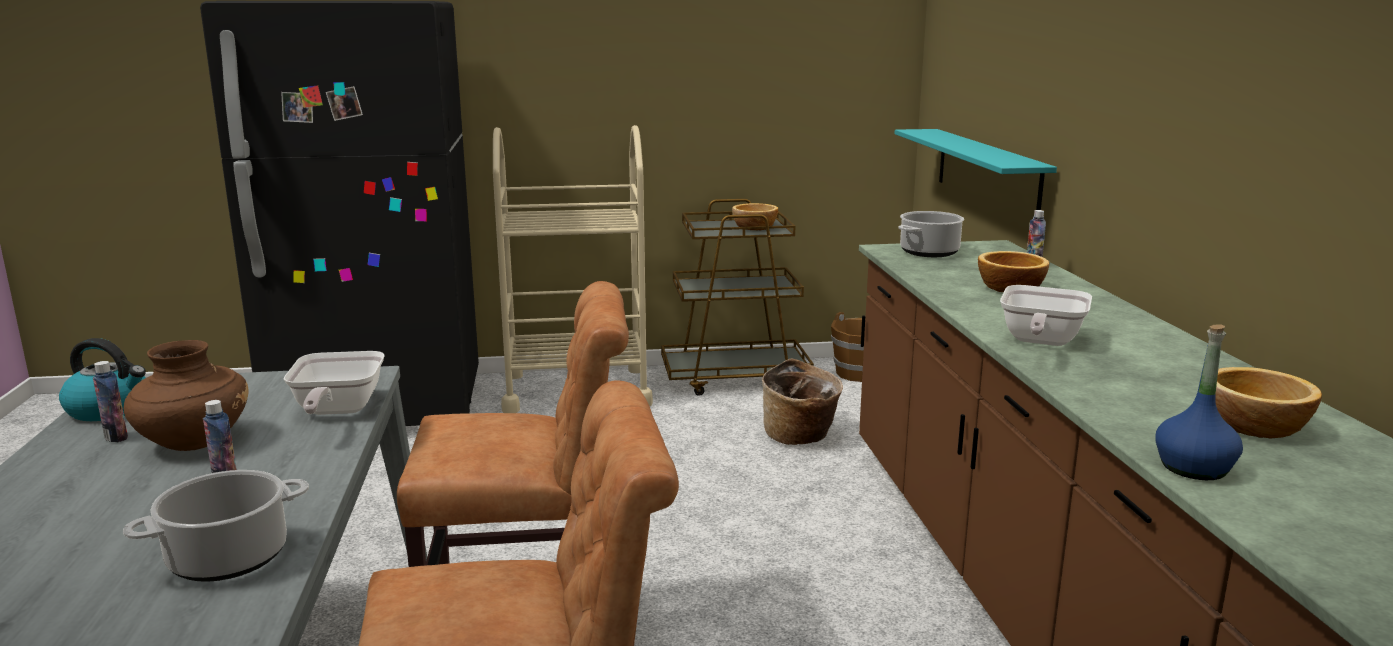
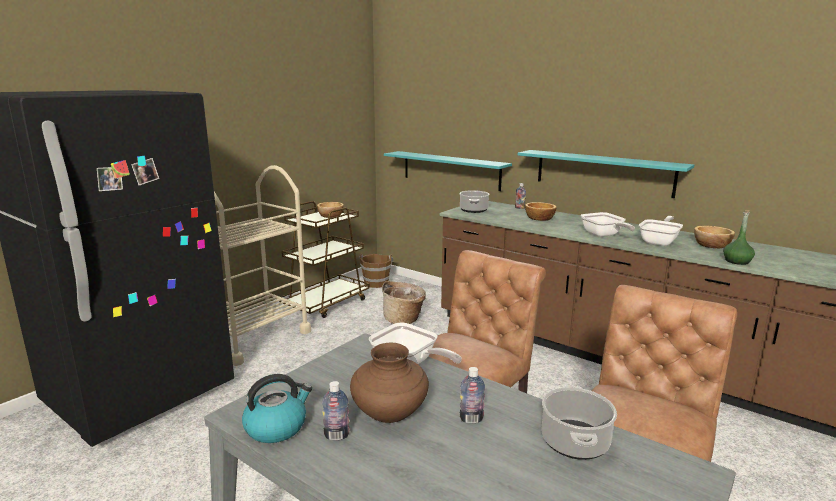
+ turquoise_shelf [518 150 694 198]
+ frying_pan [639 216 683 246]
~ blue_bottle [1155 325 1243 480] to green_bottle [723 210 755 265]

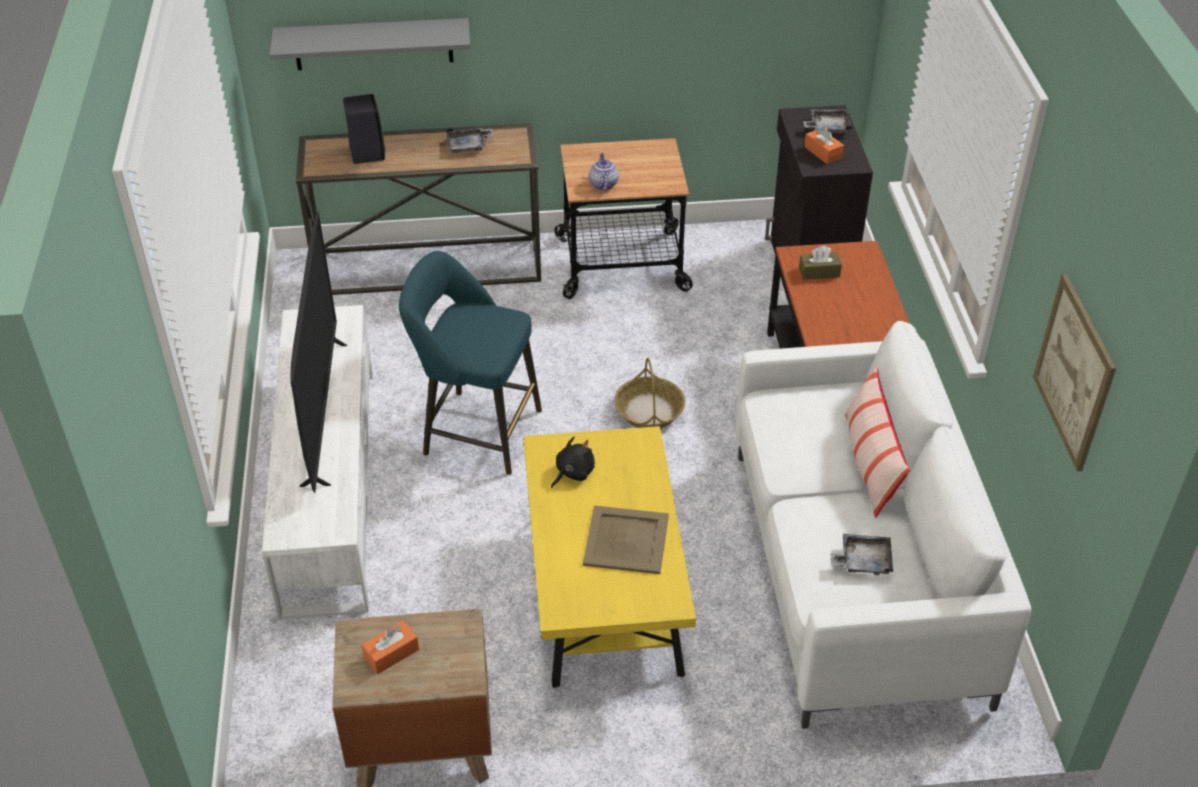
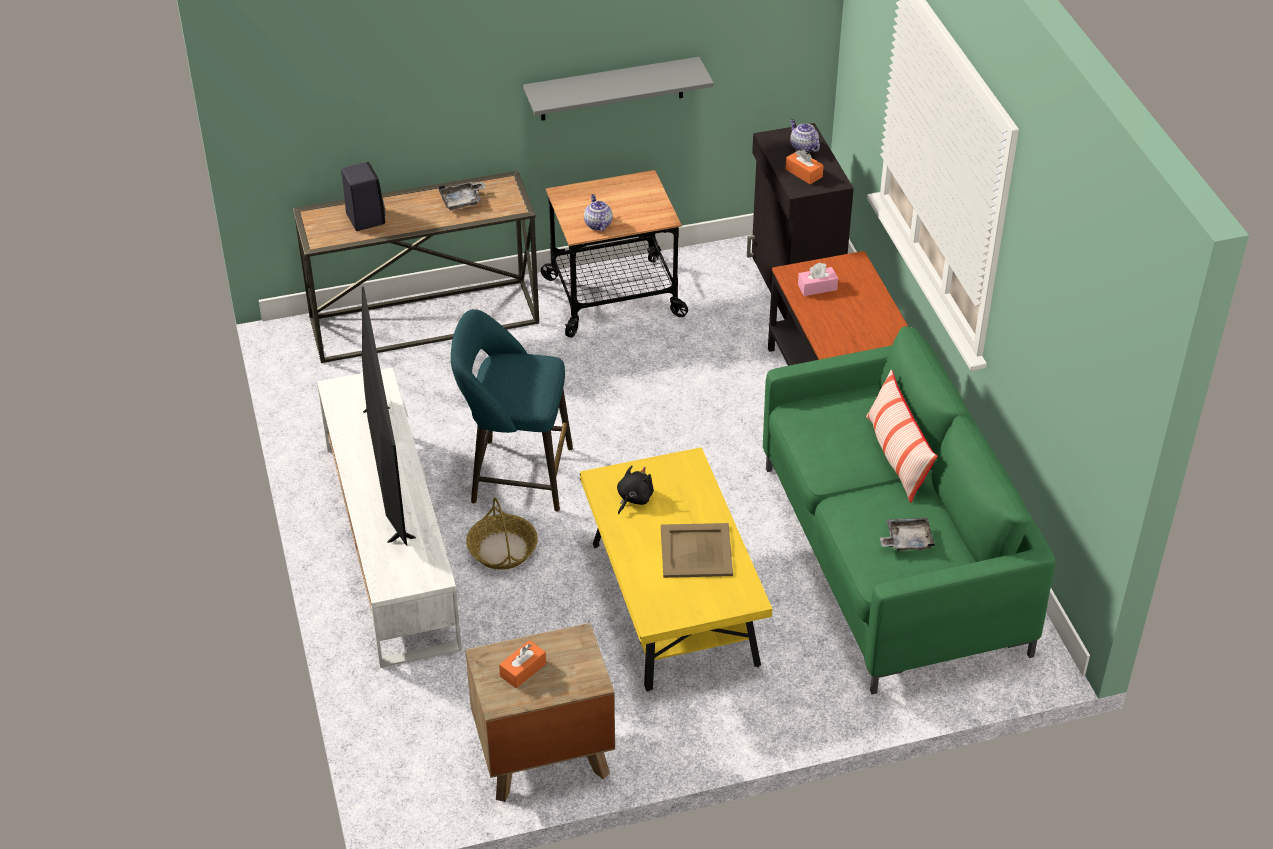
~ basket [614 358 685 428] to [466 498 538 570]
~ grey_shelf [270 18 470 70] to [523 57 714 121]
~ white_sofa [736 321 1031 729] to green_sofa [763 326 1056 694]
~ grey_tray [803 109 852 133] to teapot [790 119 820 153]
~ brown_tissue_box [799 246 842 280] to pink_tissue_box [798 263 838 296]
- picture [1033 274 1116 471]

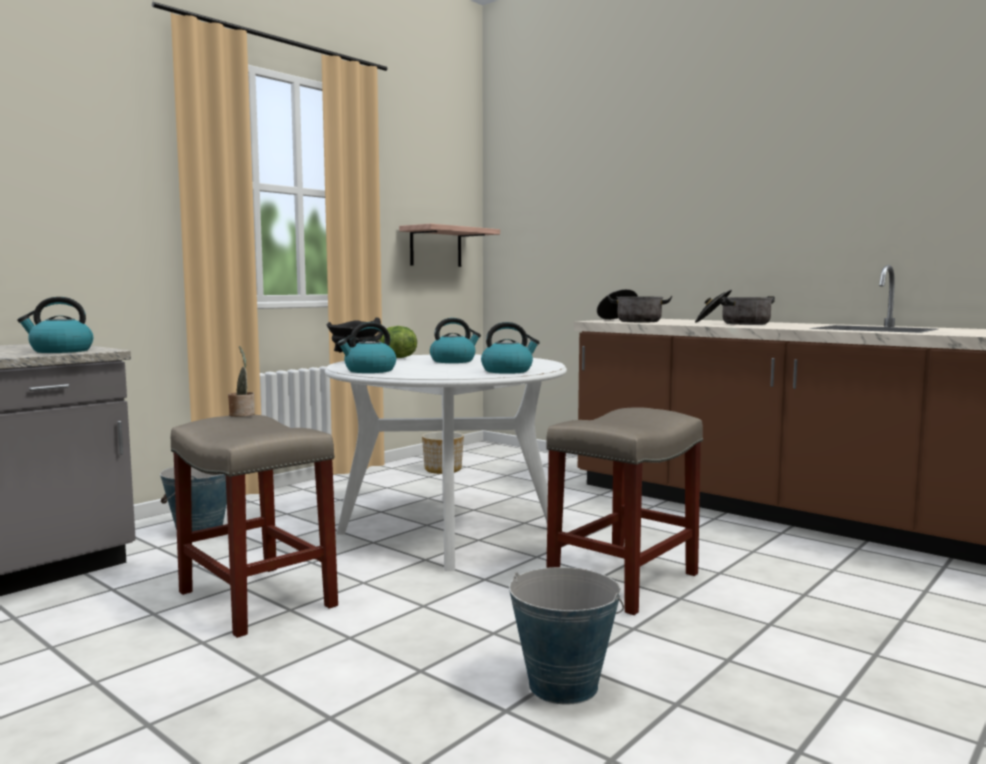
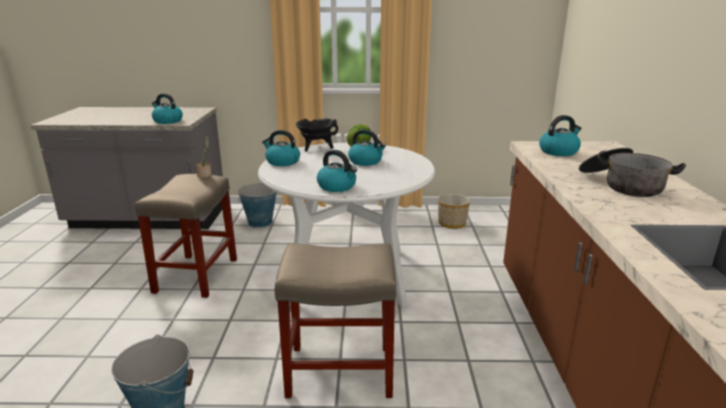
~ cooking_pot [597 289 673 322] to kettle [539 115 581 156]
- shelf [399 224 500 267]

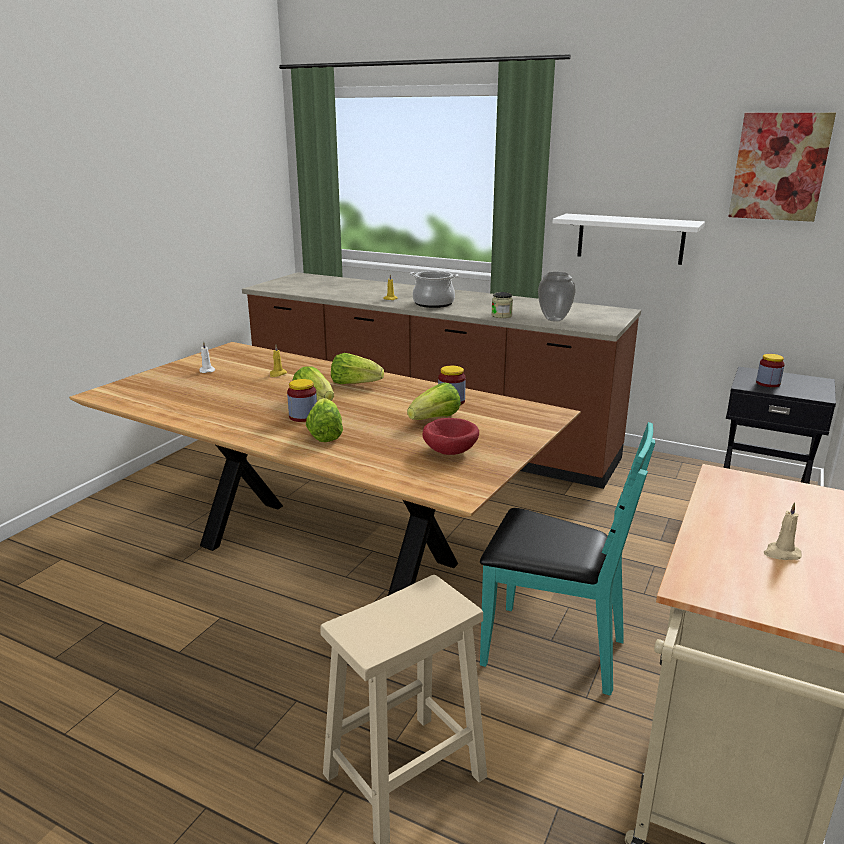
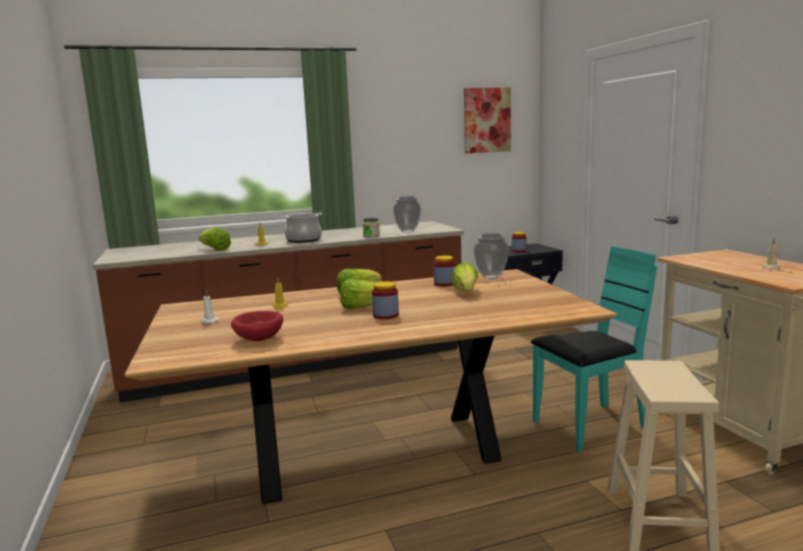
~ lettuce [306 398 343 442] to [198 227 231 250]
~ red_bowl [423 418 479 455] to [231 311 283 341]
+ vase [474 233 509 279]
- white_shelf [552 214 705 265]

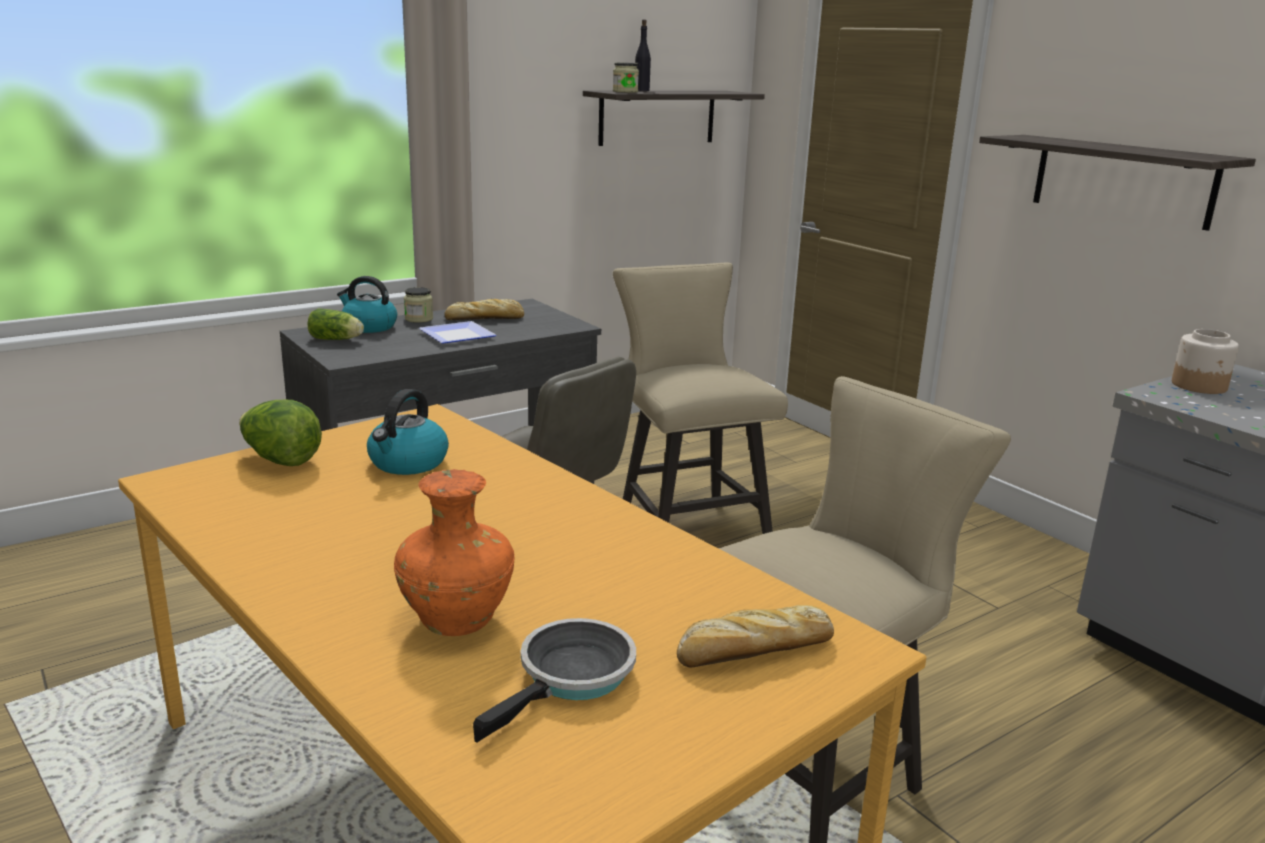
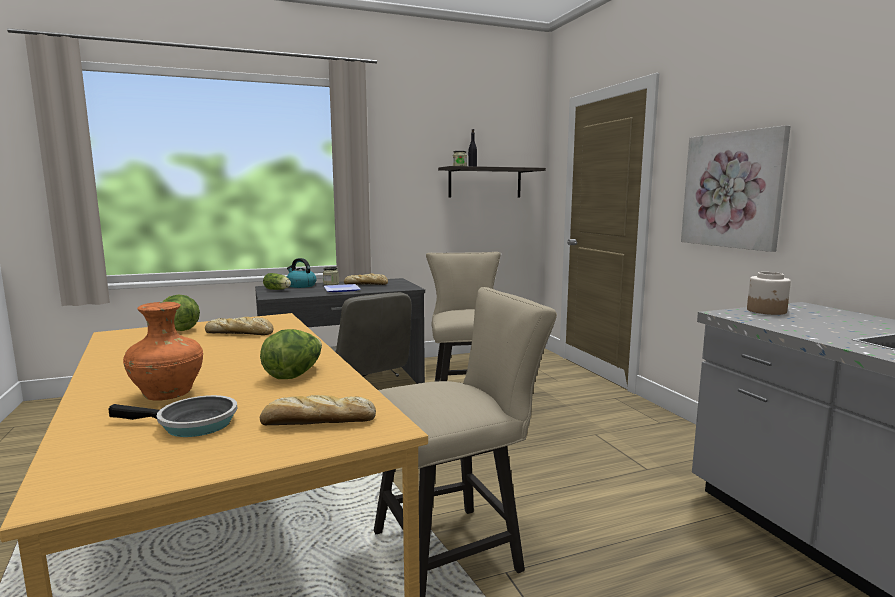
~ frying_pan [473 618 636 742] = [108 395 237 437] 45 degrees clockwise
~ kettle [367 389 449 475] to bread [205 317 274 335]
+ lettuce [260 329 322 379]
~ shelf [979 135 1256 231] to picture [681 125 791 252]

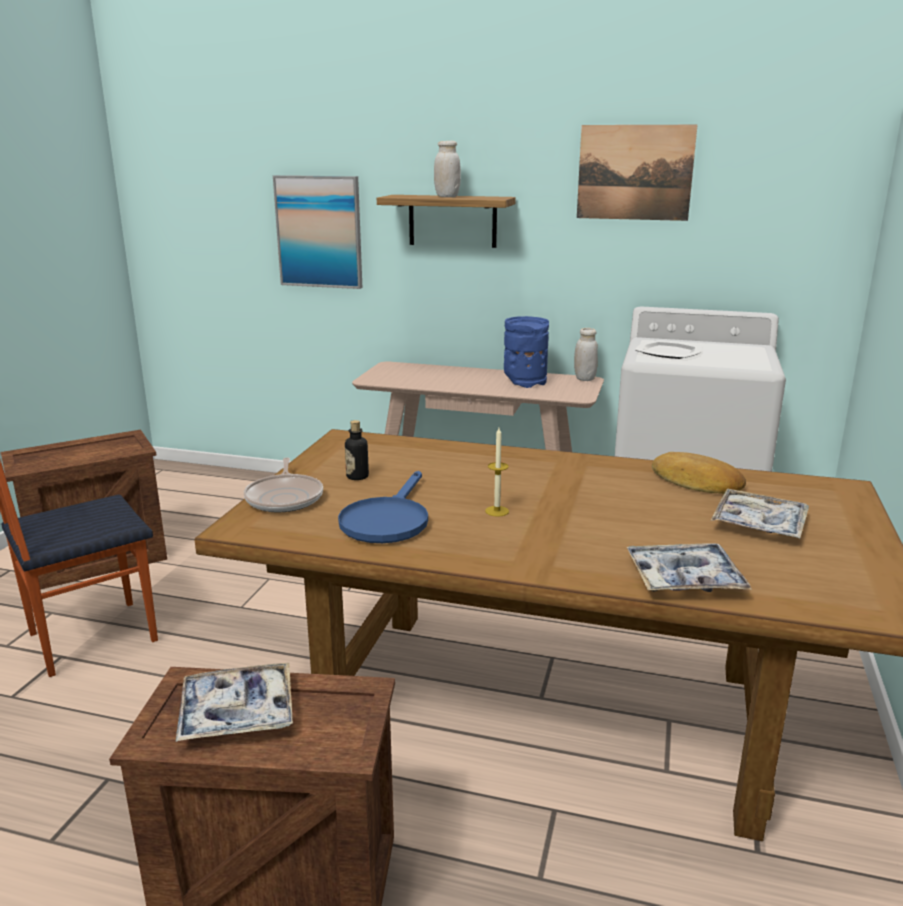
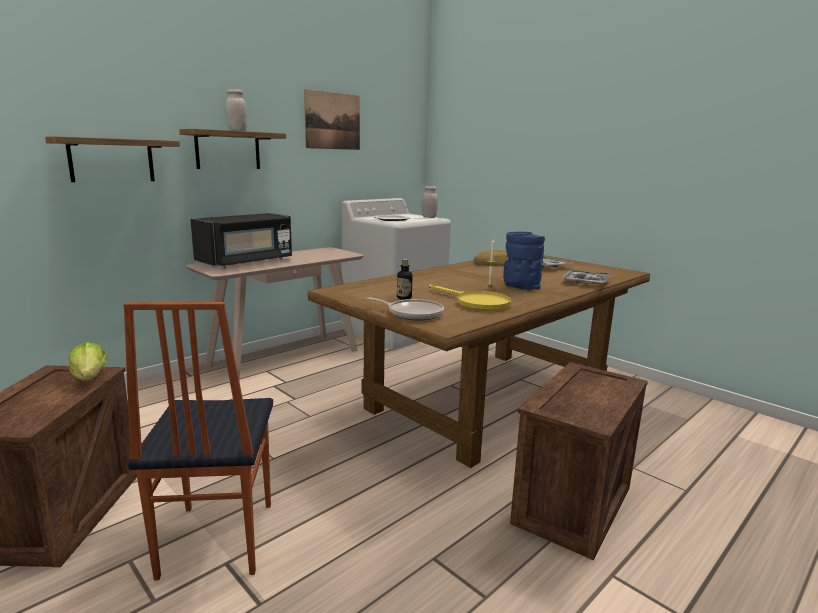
~ picture [273 175 363 289] to shelf [45 136 180 182]
+ lettuce [69 342 107 381]
+ black_microwave [190 213 292 268]
~ white_jar [574 328 598 381] to [421 186 438 218]
~ blue_frying_pan [338 471 428 543] to yellow_frying_pan [429 284 512 311]
~ blue_vase [504 316 549 388] to [503 232 545 290]
- tray [176 663 293 742]

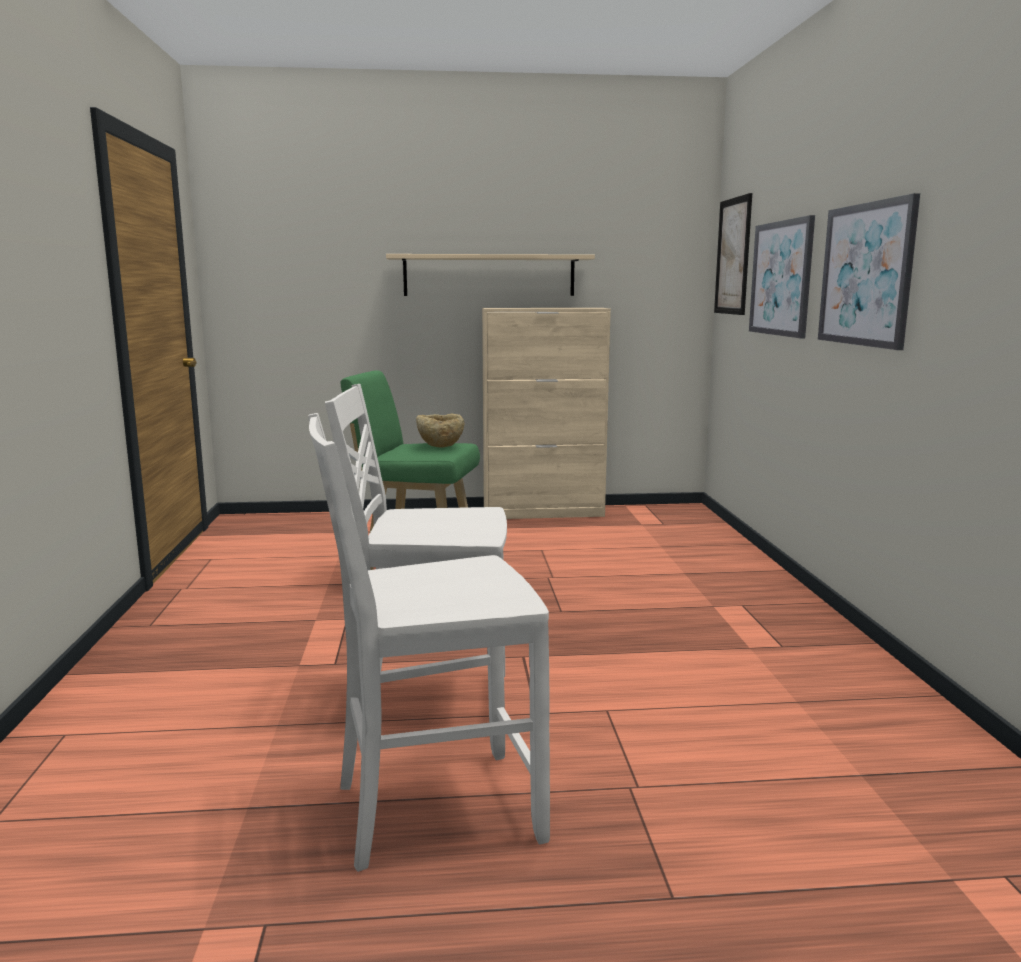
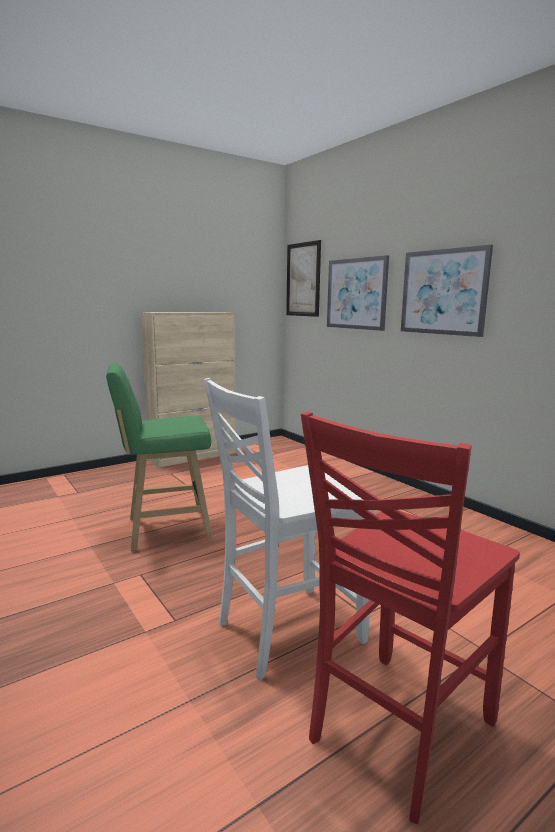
~ white_chair [308 413 550 872] to red_chair [301 412 520 824]
- beige_shelf [386 254 595 296]
- beige_bowl [416 413 464 448]

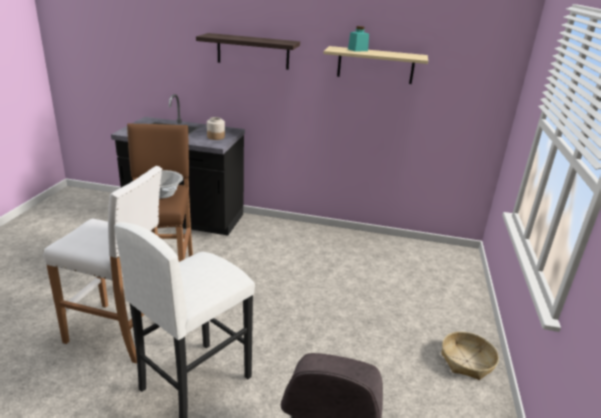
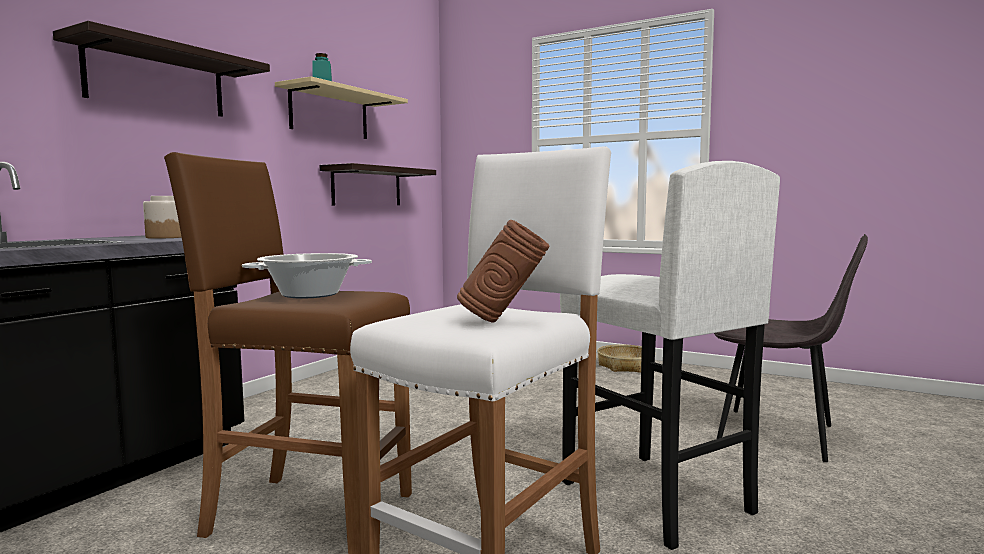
+ shelf [320 163 436 206]
+ brown_vase [457 220 549 323]

